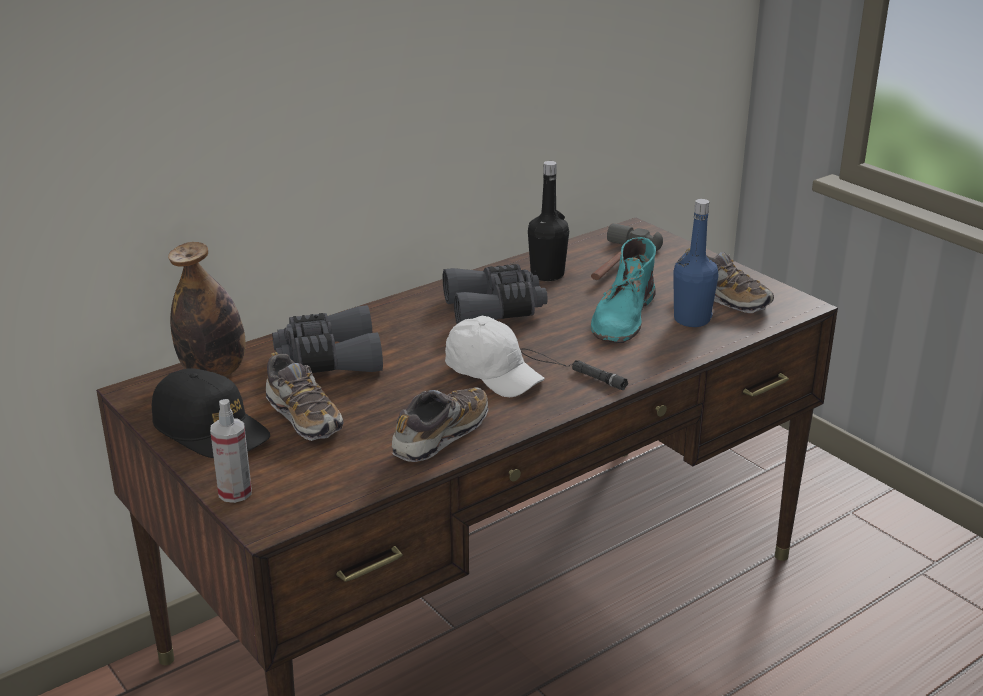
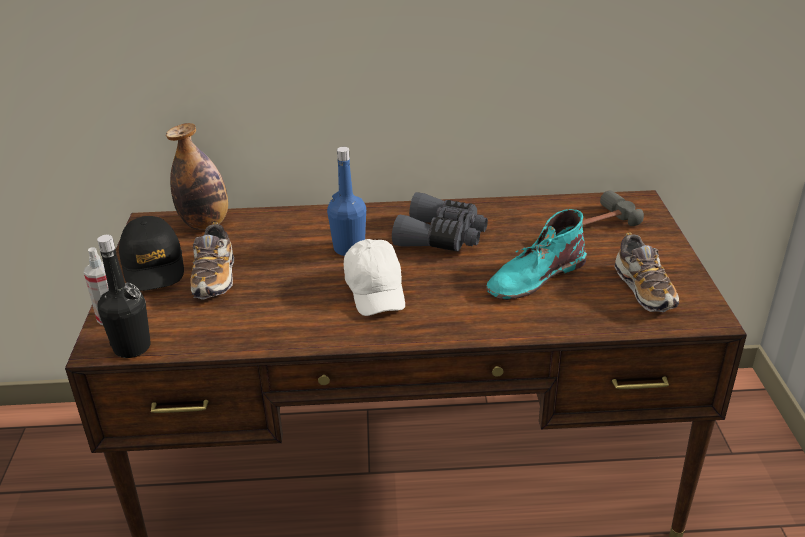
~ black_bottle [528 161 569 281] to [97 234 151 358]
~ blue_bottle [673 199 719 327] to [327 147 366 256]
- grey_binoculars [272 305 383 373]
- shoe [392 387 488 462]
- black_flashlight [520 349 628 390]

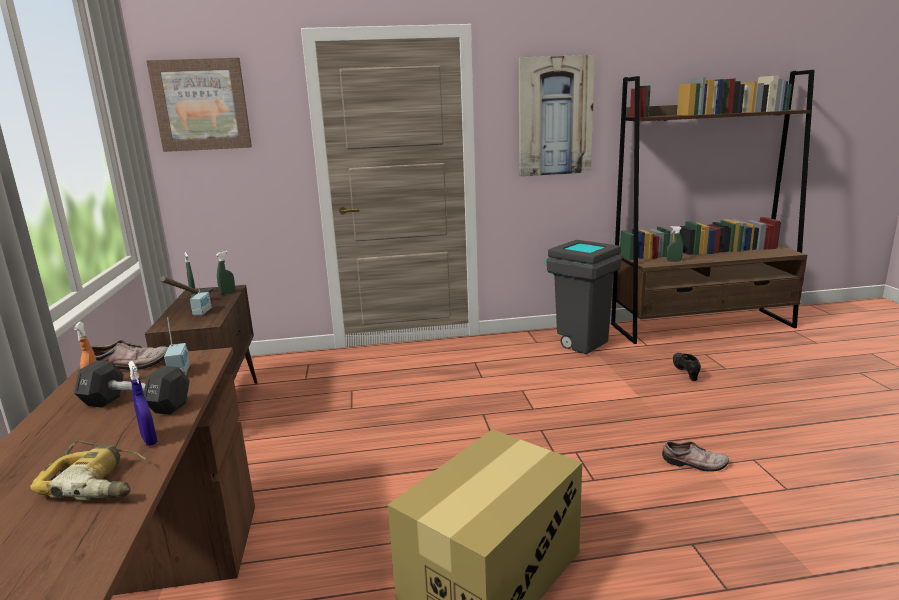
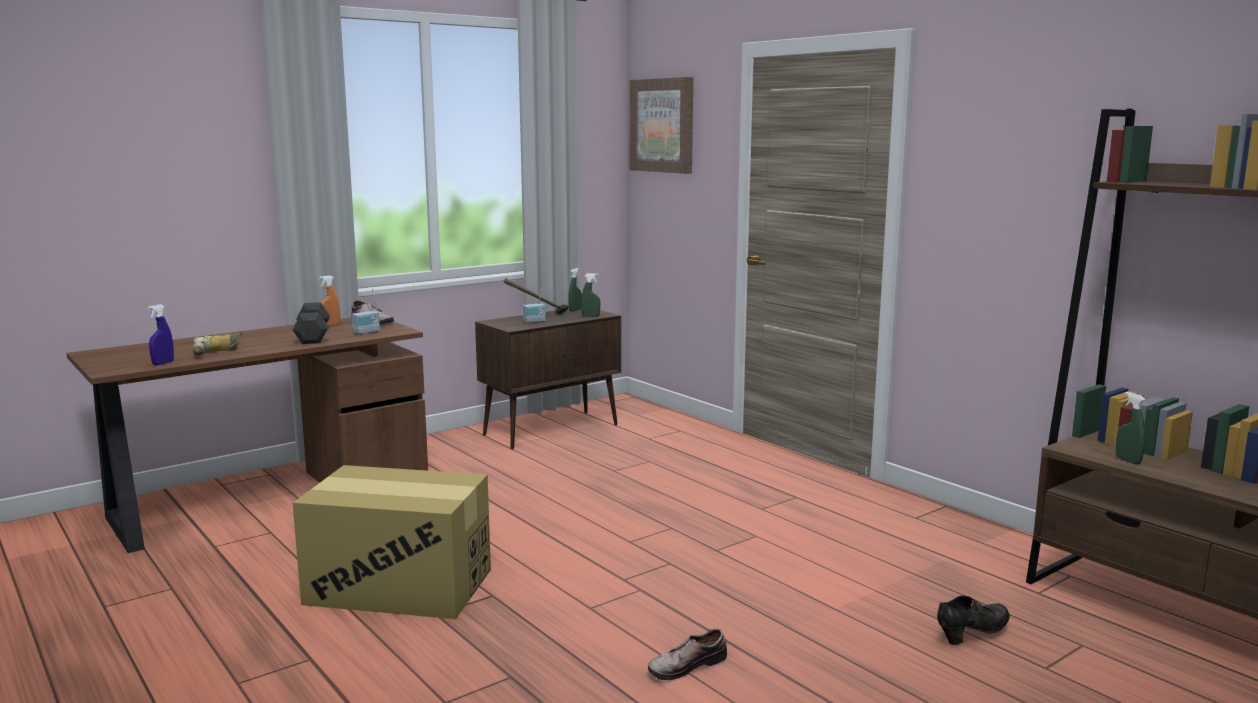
~ blue_spray_bottle [128 361 157 446] to [148 304 174 365]
~ shoe [662 441 729 472] = [648 628 727 680] 75 degrees clockwise
- picture [519 55 595 177]
- grey_trash_can [544 240 622 354]

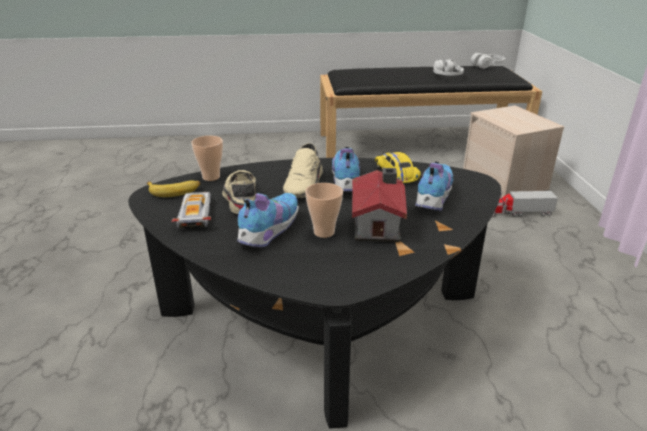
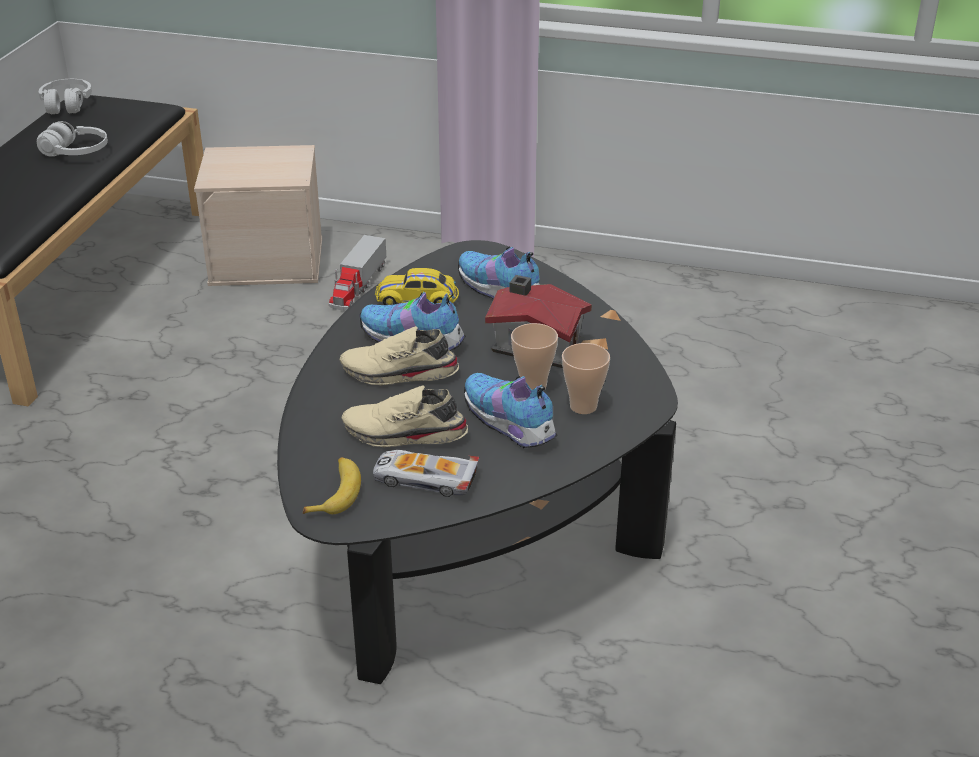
~ beige_shoe [283 143 323 198] = [340 326 459 386] 150 degrees clockwise
~ cup [191 136 223 181] to [562 343 610 414]

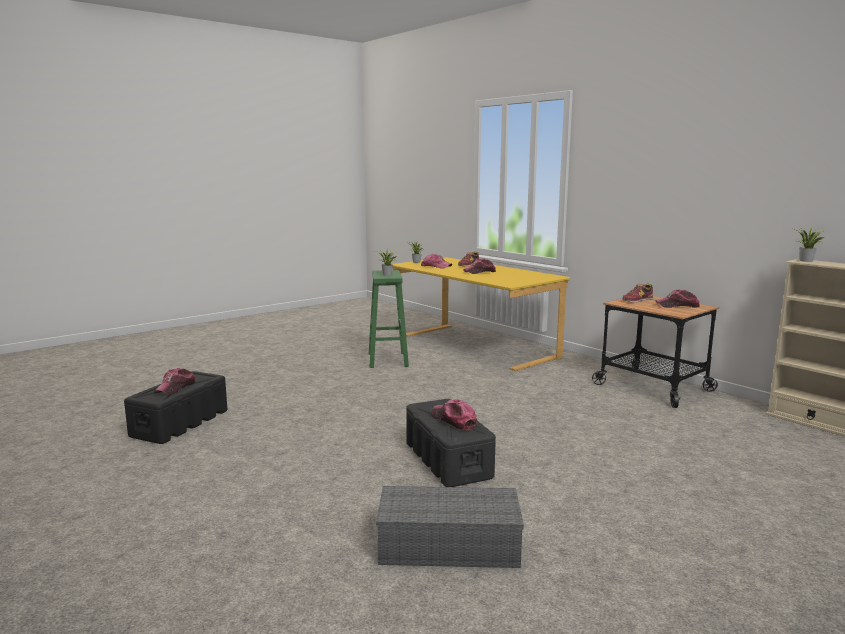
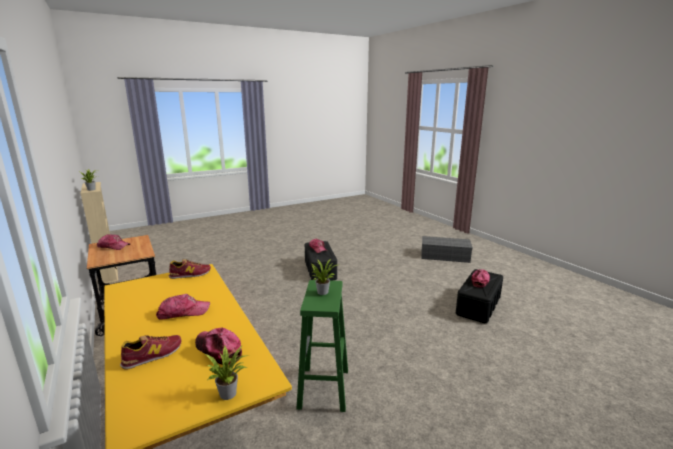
~ shoe [623 283 654 303] to [169 259 211 279]
~ grey_storage_box [376 486 524 568] to [422 236 473 263]

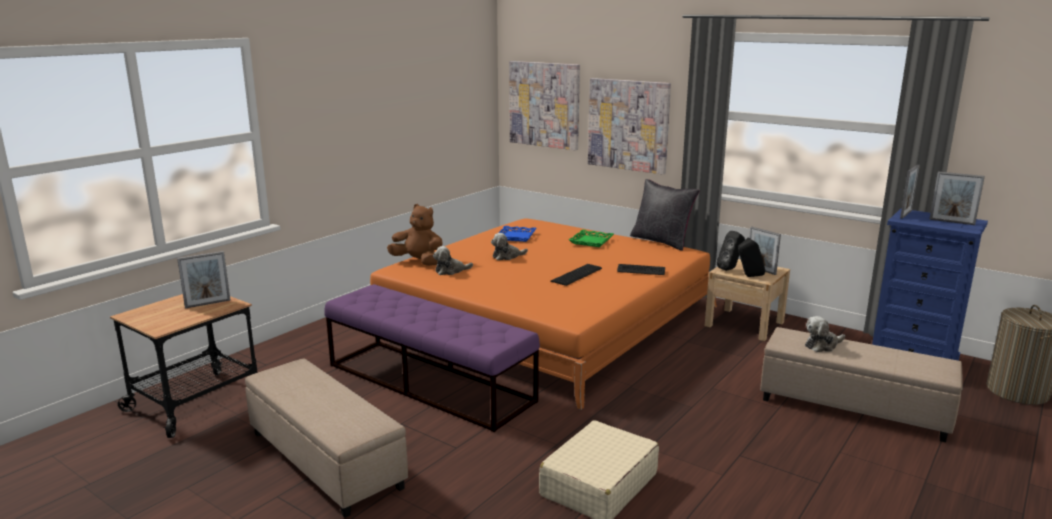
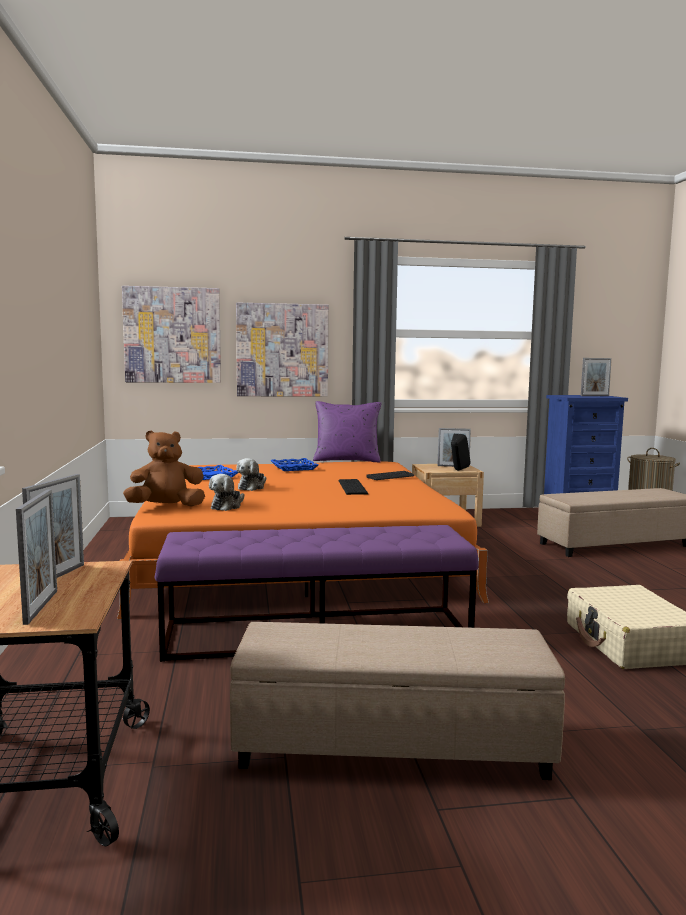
~ picture_frame [900 165 920 219] to [16 489 57 625]
~ green_tray [569 229 614 247] to blue_tray [270 458 318 471]
~ black_pillow [630 179 700 251] to purple_pillow [313 401 382 462]
- black_speaker [716 231 745 271]
- plush_toy [805 316 845 352]

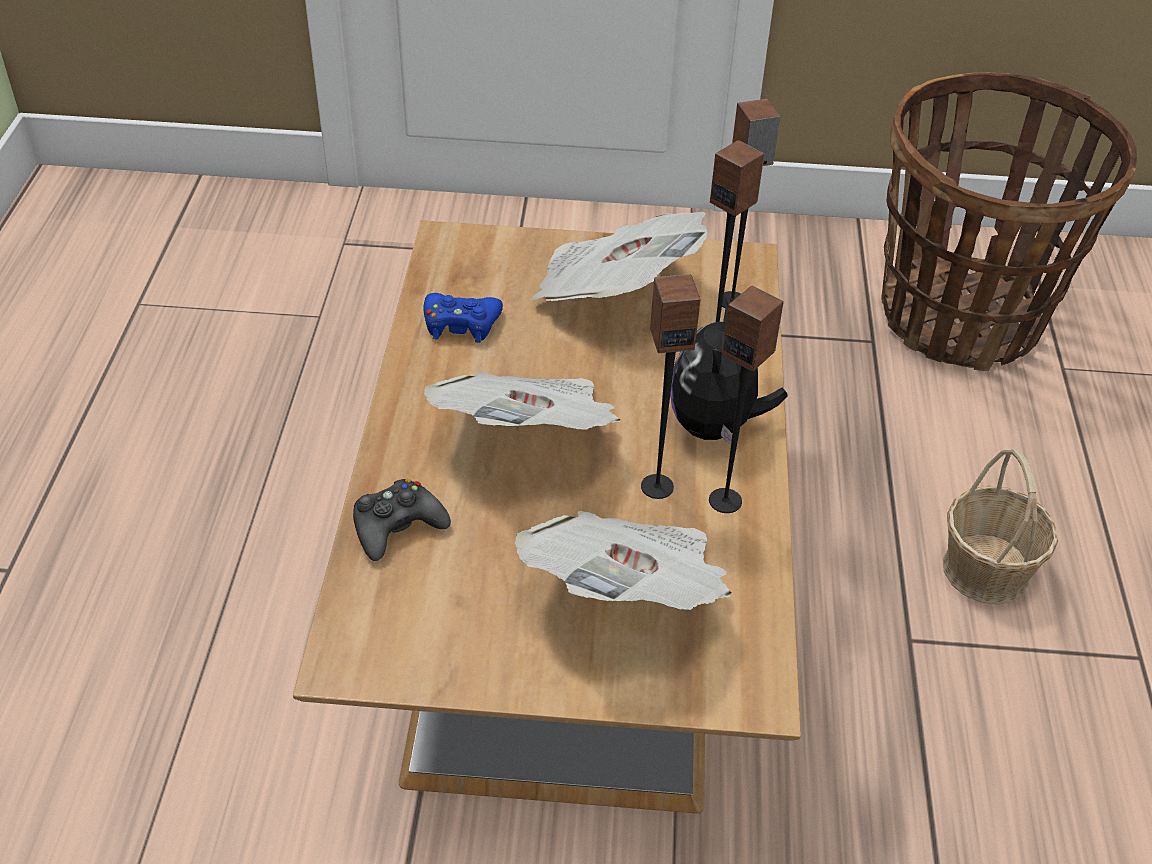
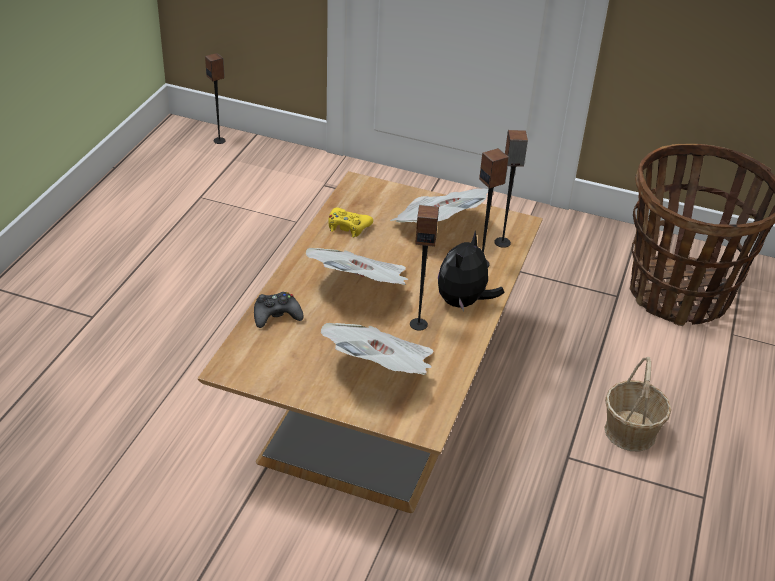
~ speaker [709 285 784 513] to [205 53 226 144]
~ blue_game_controller [423 293 503 343] to yellow_game_controller [328 208 373 237]

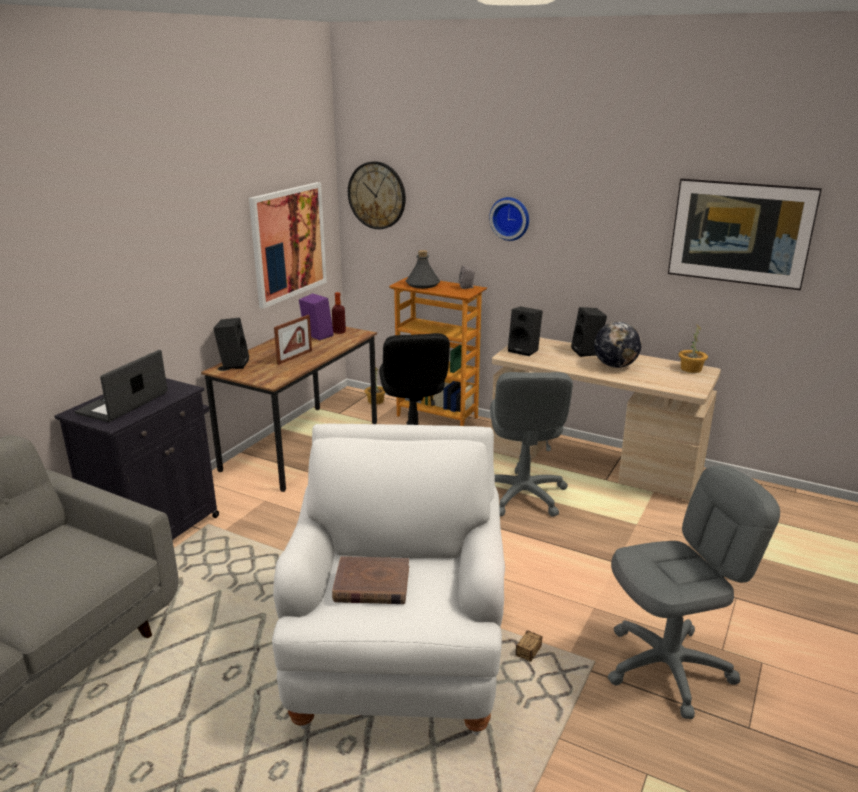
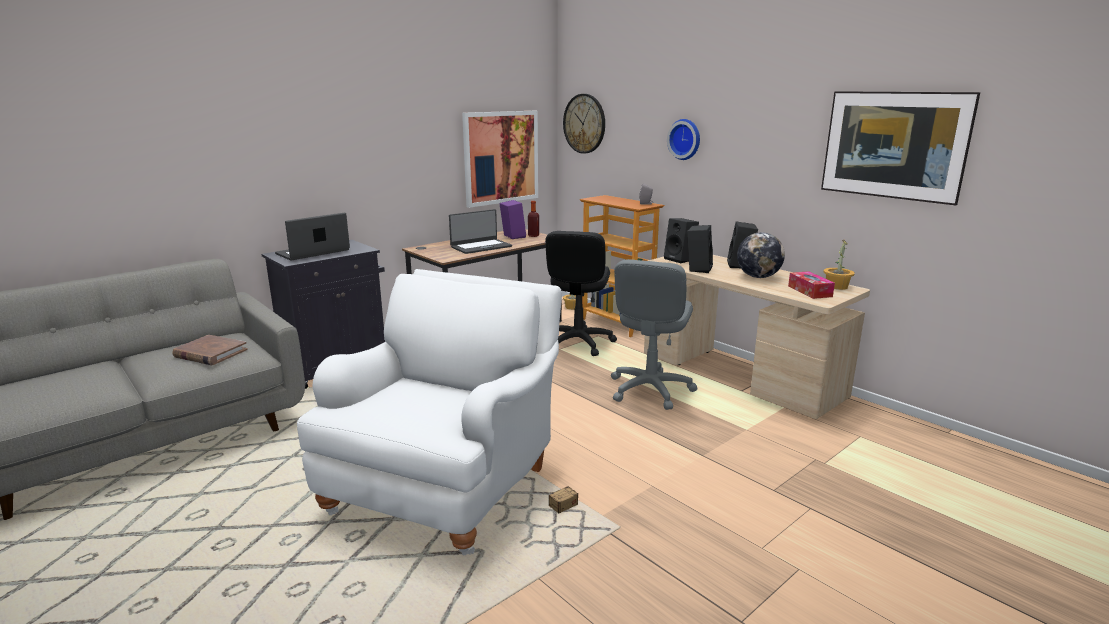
~ brown_book [332 556 409 604] to [172 335 248 365]
~ picture_frame [274 315 312 365] to laptop [449 209 512 254]
~ black_speaker [213 318 249 369] to [687 225 713 273]
+ tissue_box [788 271 835 299]
- grey_bottle [406 250 440 288]
- grey_office_chair [608 466 780 719]

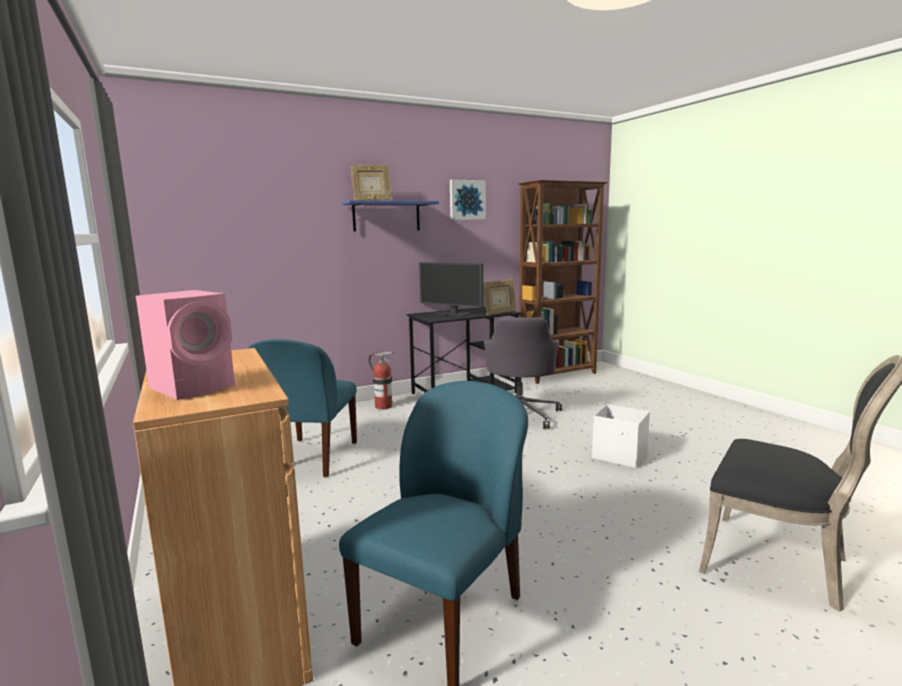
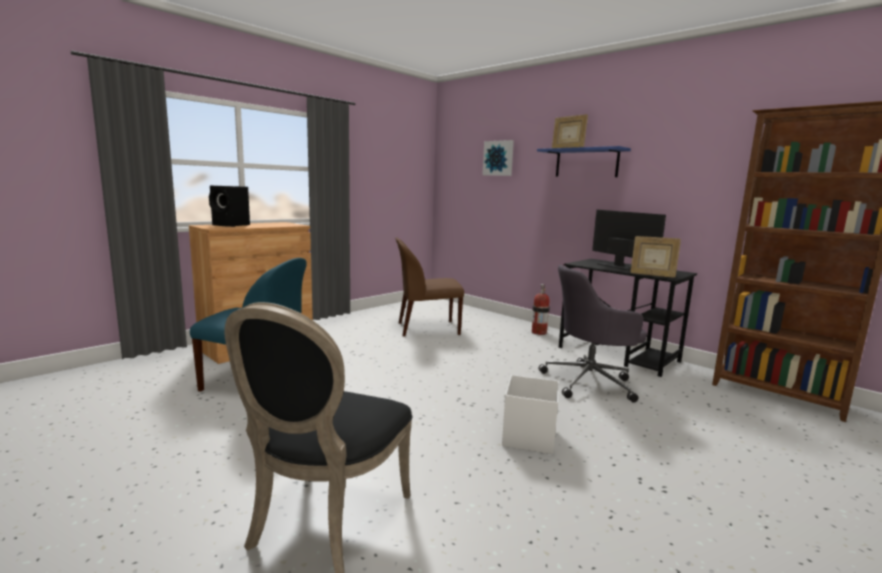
~ pink_speaker [136 290 235 400] to black_speaker [209 186 250 227]
~ blue_chair [248 339 357 477] to brown_chair [395 238 464 337]
~ picture [450 179 486 220] to [482 140 514 176]
~ monitor [419 262 483 316] = [592 210 666 270] 135 degrees clockwise

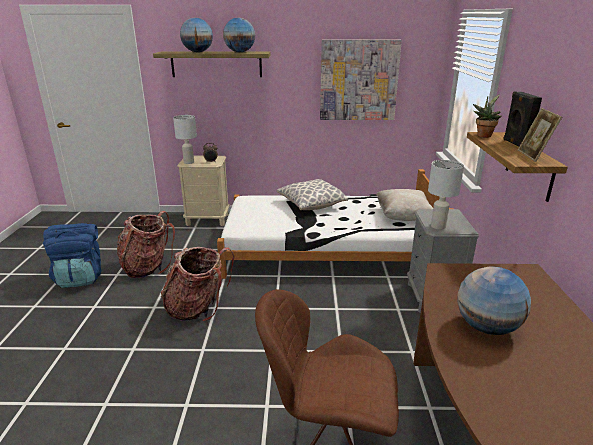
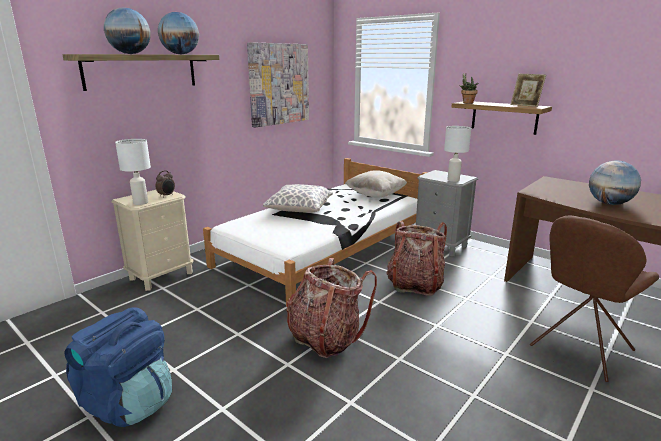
~ backpack [117 211 175 278] to [386 221 447 296]
- black_speaker [503 91 542 147]

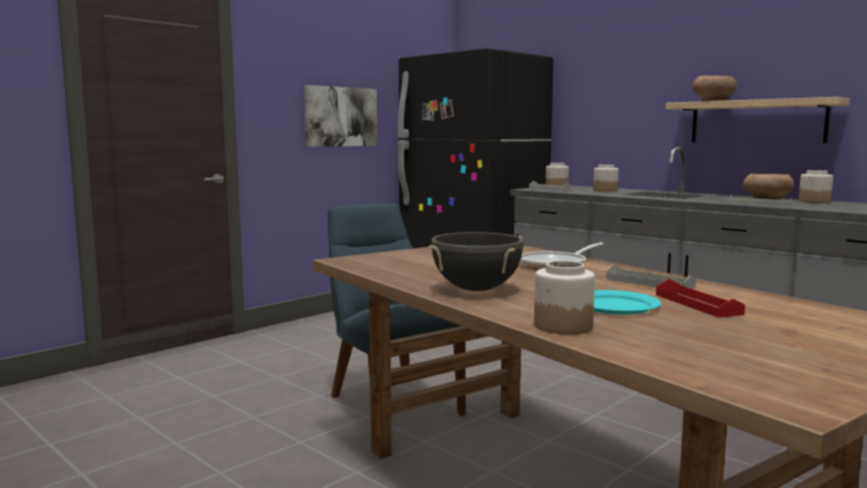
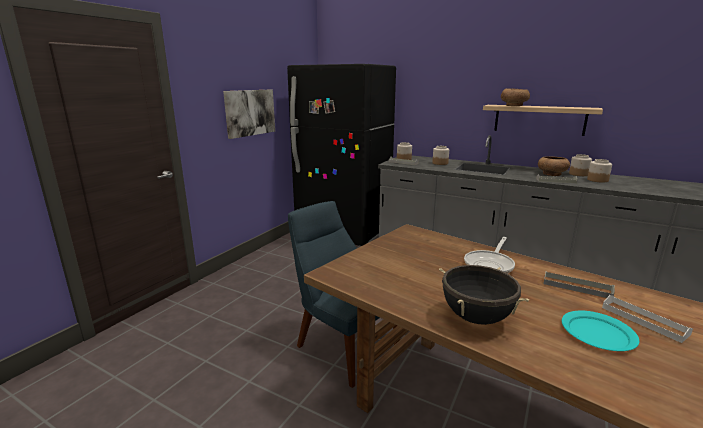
~ jar [534 261 595 334] to [587 159 612 183]
~ red_tray [656 279 745 318] to white_tray [602 295 693 343]

